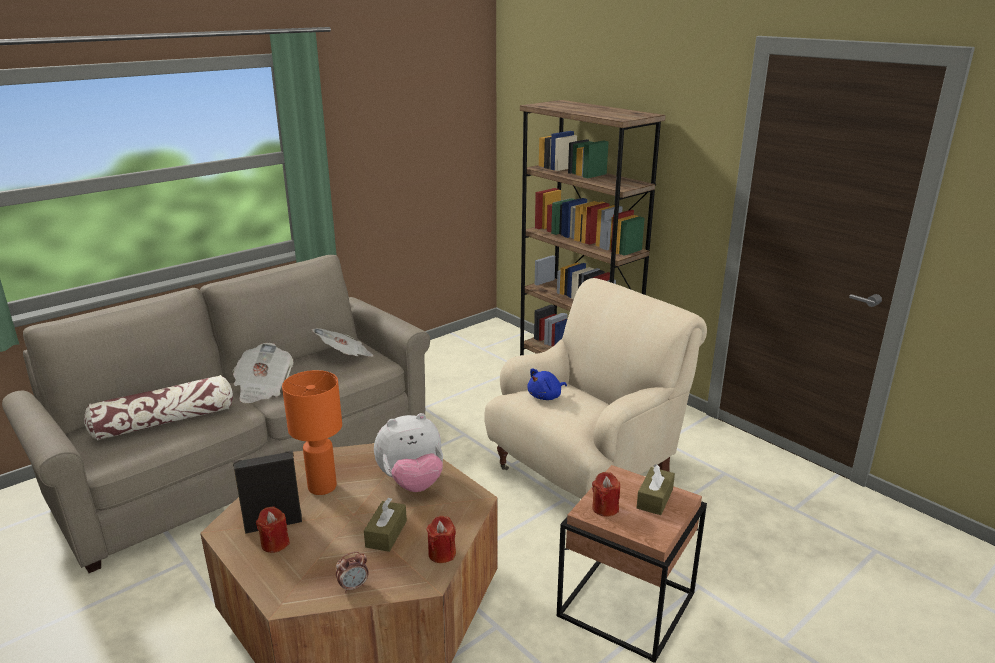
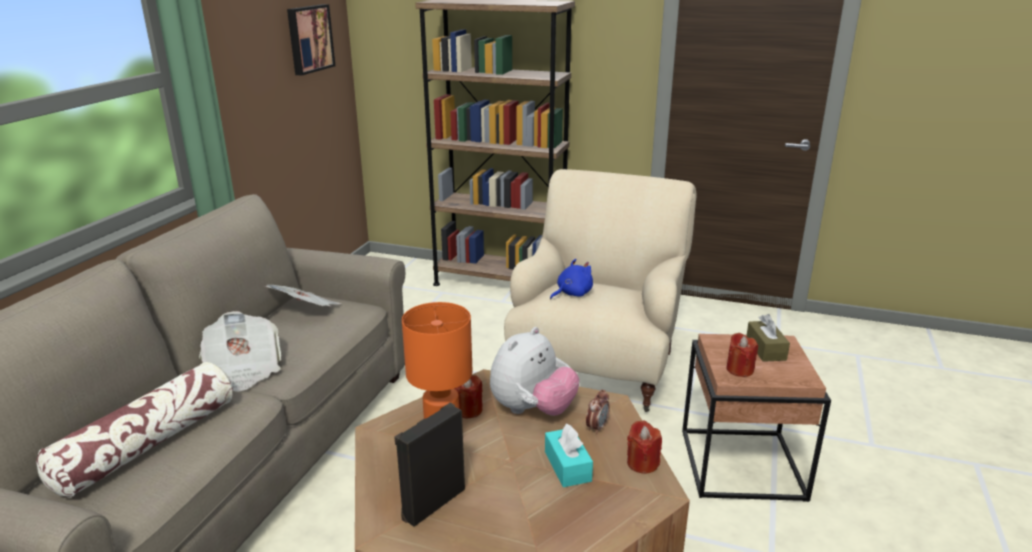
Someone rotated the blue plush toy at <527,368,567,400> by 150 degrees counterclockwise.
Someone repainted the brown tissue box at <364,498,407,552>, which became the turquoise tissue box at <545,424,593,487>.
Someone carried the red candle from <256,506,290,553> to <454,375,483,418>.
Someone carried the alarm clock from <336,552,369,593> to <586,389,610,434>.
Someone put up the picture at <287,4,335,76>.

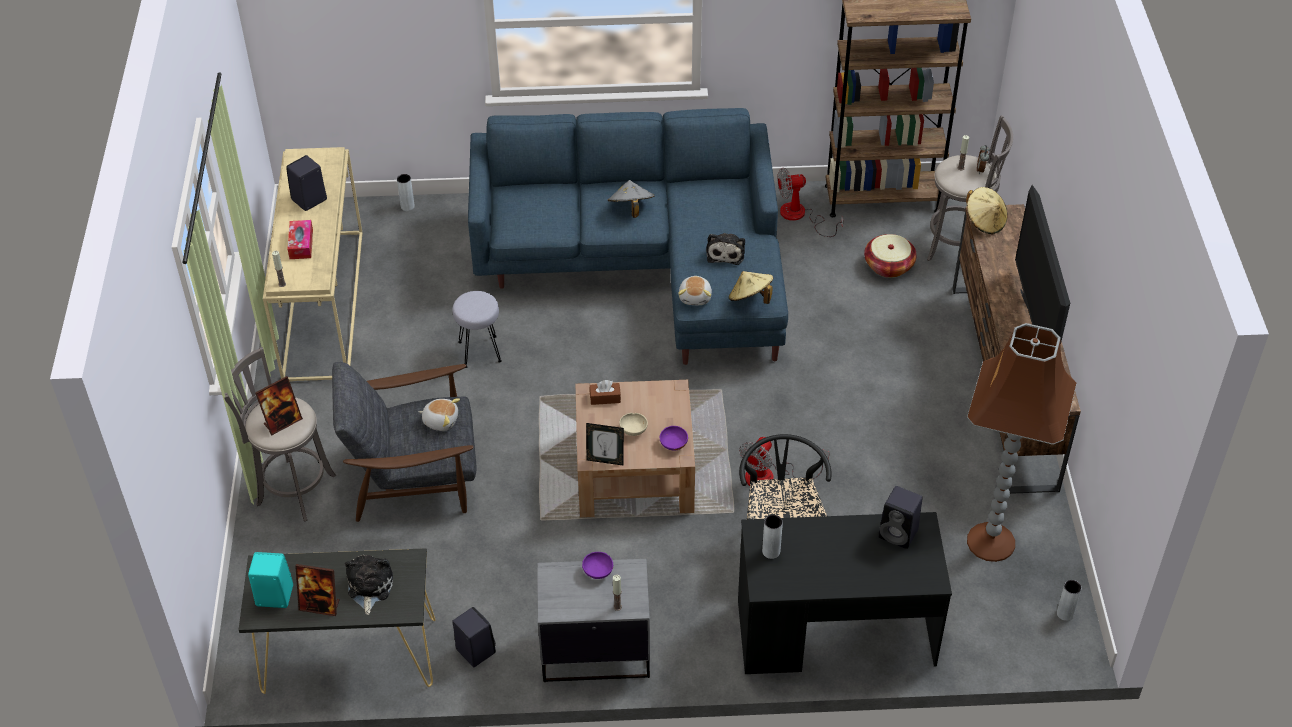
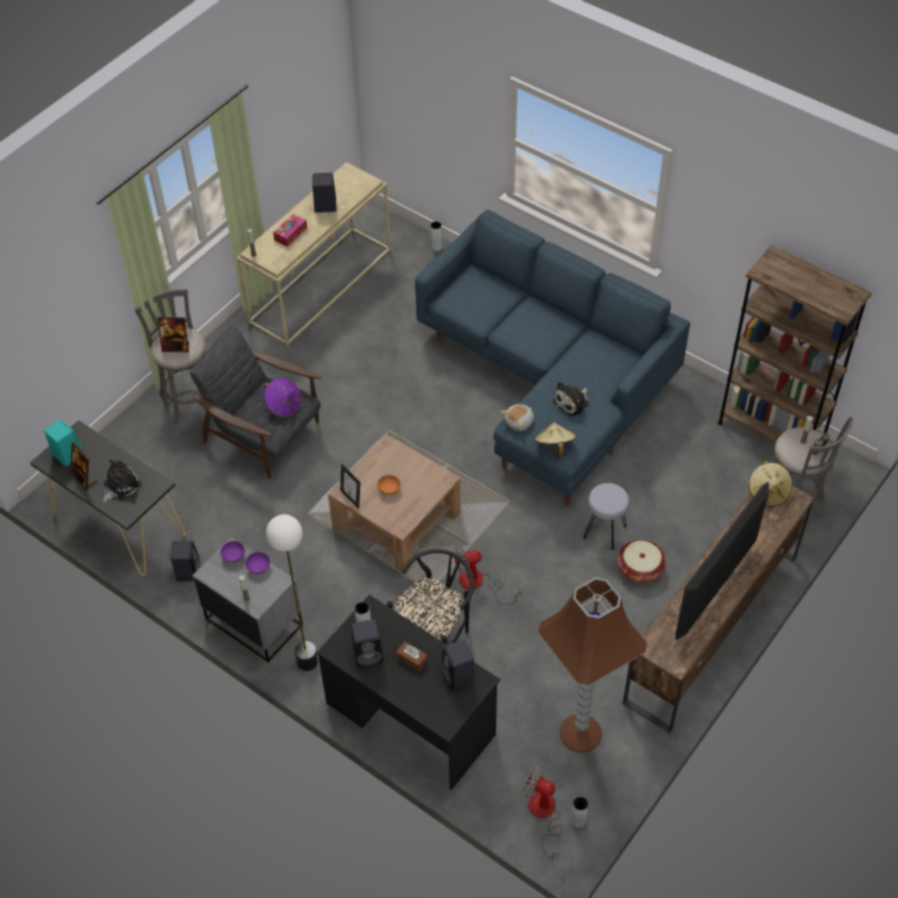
Someone carried the fan from <777,168,843,237> to <524,766,562,859>.
Someone took away the grey hat at <608,180,655,218>.
Someone carried the basket from <864,234,917,278> to <617,540,666,583>.
Someone carried the grey stool from <452,291,502,368> to <583,483,629,550>.
Someone carried the brown tissue box from <590,380,621,405> to <396,642,427,671>.
Someone swapped the plush toy at <419,398,460,431> for the purple hat at <264,378,302,418>.
Someone repainted the beige bowl at <619,413,648,436>, which became the orange bowl at <377,475,401,495>.
Someone carried the purple bowl from <660,426,688,451> to <220,541,245,563>.
Someone put down the floor lamp at <266,514,318,671>.
Someone put down the black speaker at <351,619,383,667>.

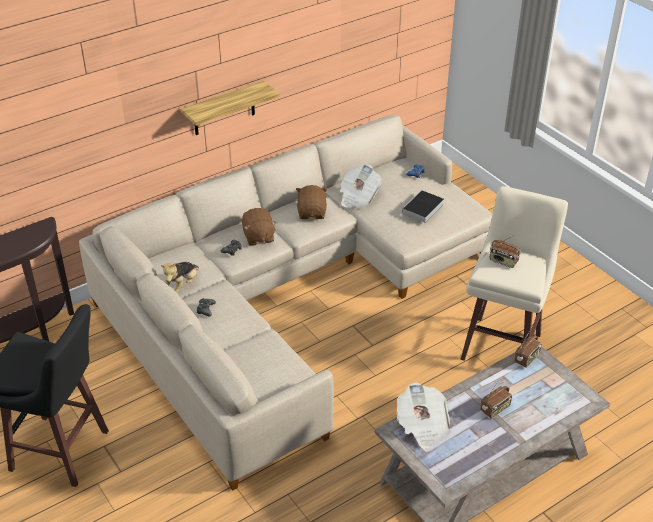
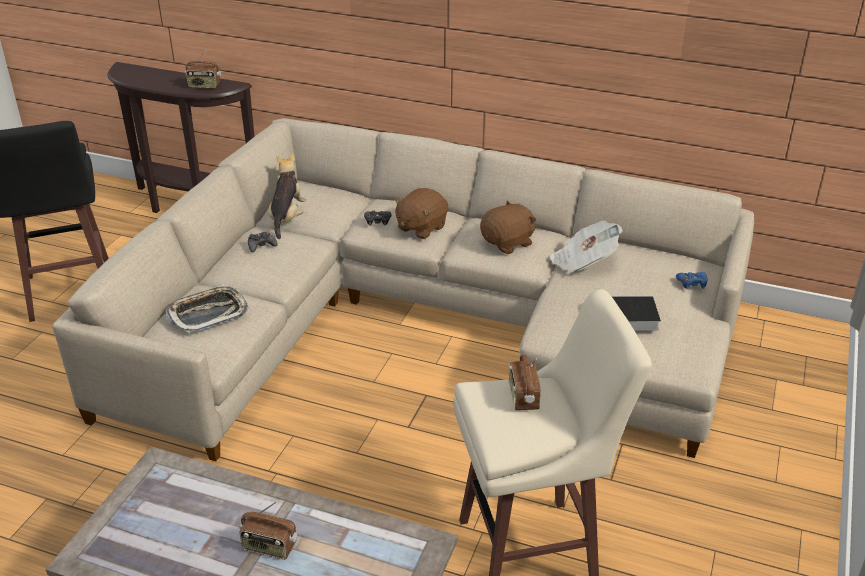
Someone took away the shelf at <181,81,280,135>.
Someone rotated the plush toy at <161,262,199,293> by 105 degrees clockwise.
Someone carried the radio from <514,330,542,368> to <185,50,221,88>.
Someone took away the newspaper at <397,382,450,449>.
Someone put down the tray at <166,285,249,333>.

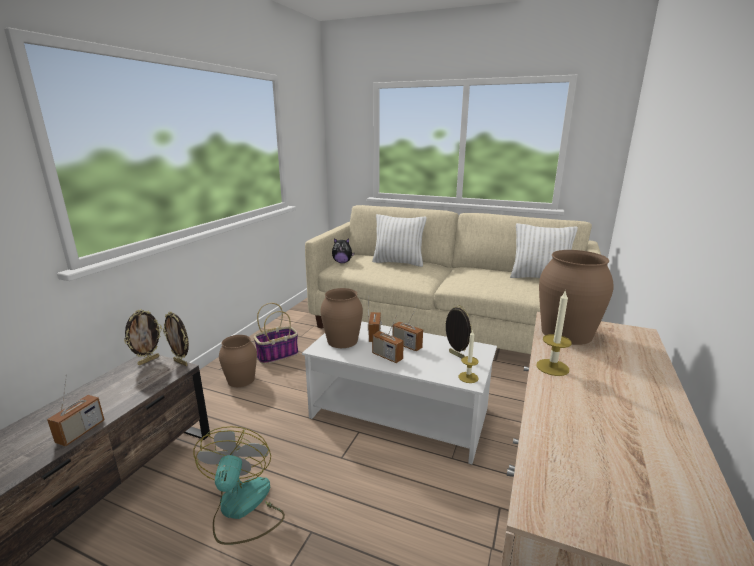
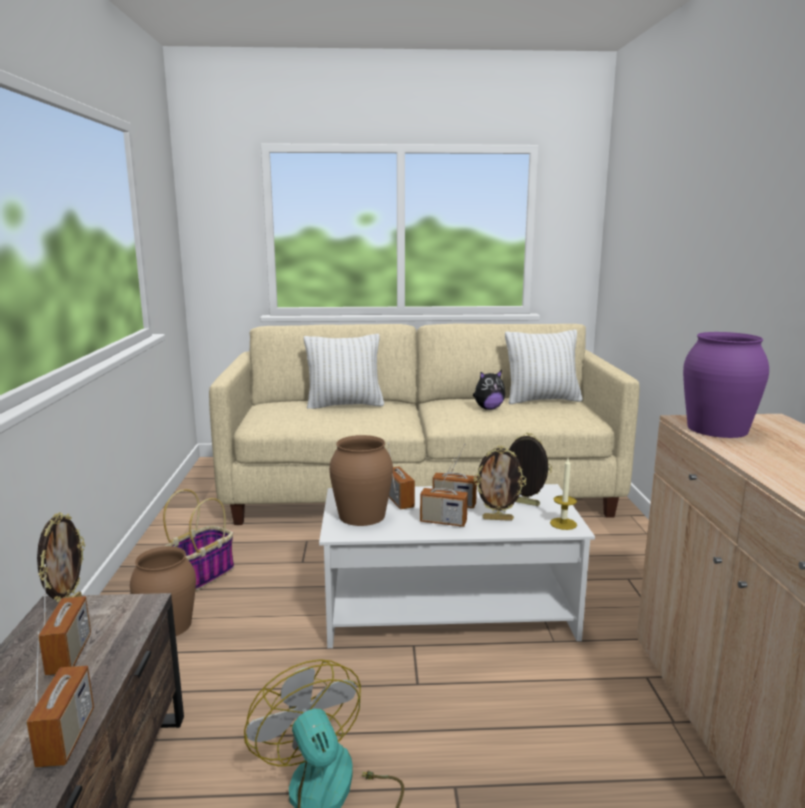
Someone carried the plush toy from <332,238,354,263> to <473,370,505,410>.
Someone repainted the brown vase at <539,250,614,345>, which became the purple vase at <683,332,769,438>.
Someone took away the candle at <536,290,572,376>.
Someone carried the picture frame from <163,312,189,366> to <474,446,526,521>.
Someone put down the radio at <38,564,91,675>.

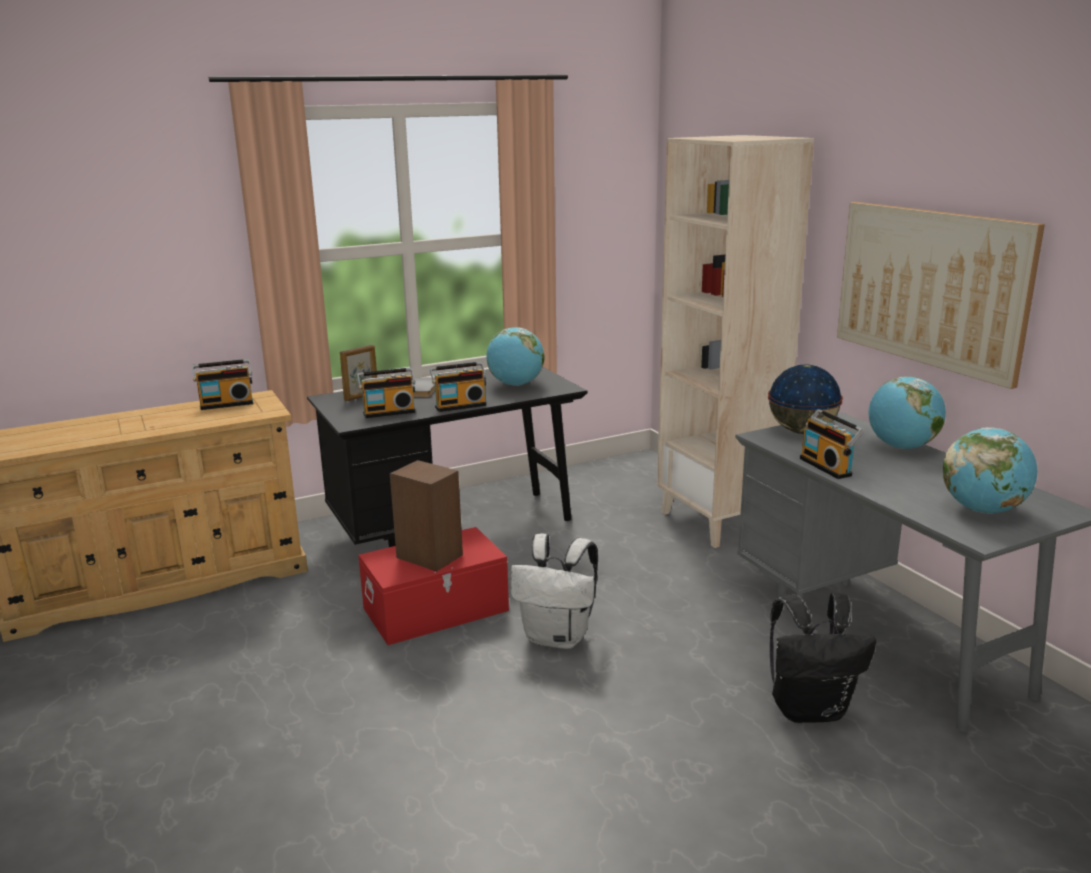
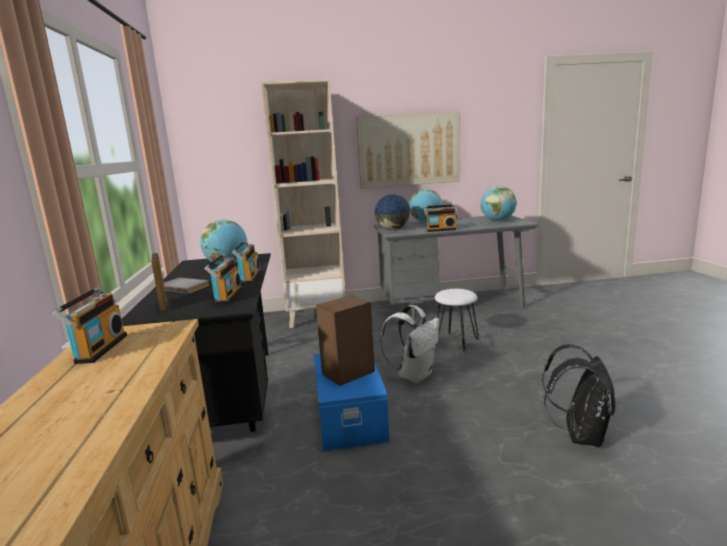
Someone repainted the red storage box at <358,527,509,645>, which became the blue storage box at <314,354,390,451>.
Someone carried the black backpack from <770,593,876,723> to <542,344,615,447>.
Someone put down the white stool at <435,289,479,351>.

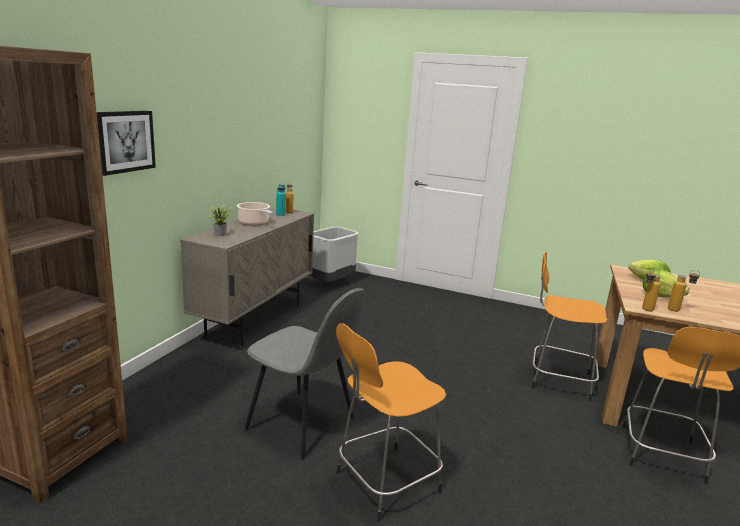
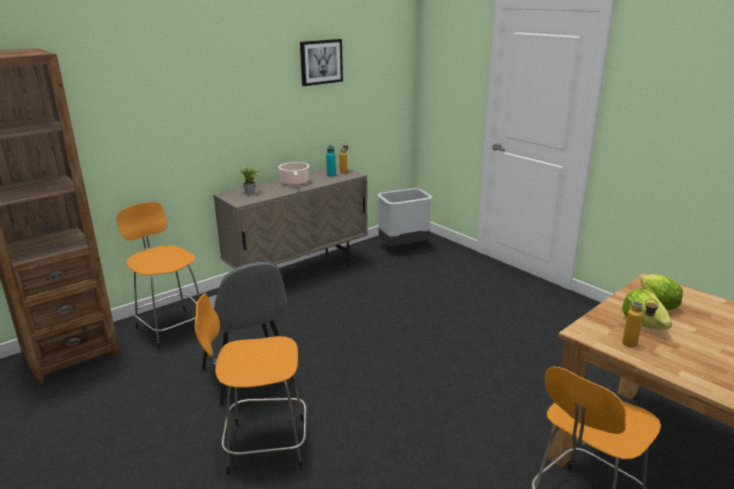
Someone carried the picture from <96,111,156,176> to <300,39,343,86>.
Someone carried the orange stool from <531,252,607,402> to <116,202,200,350>.
Someone took away the bottle at <642,269,661,311>.

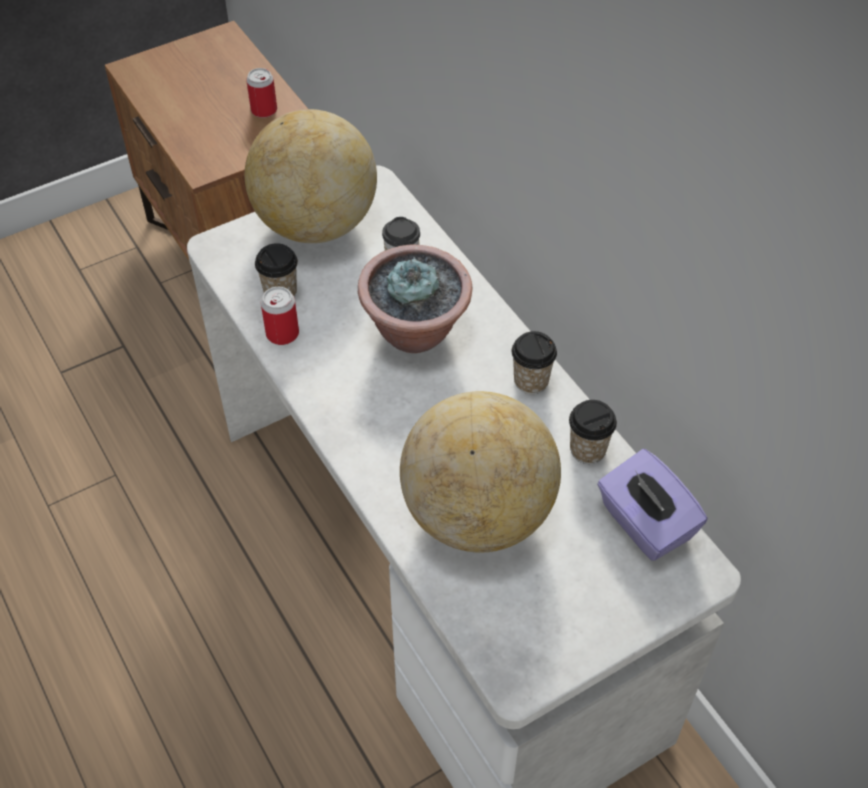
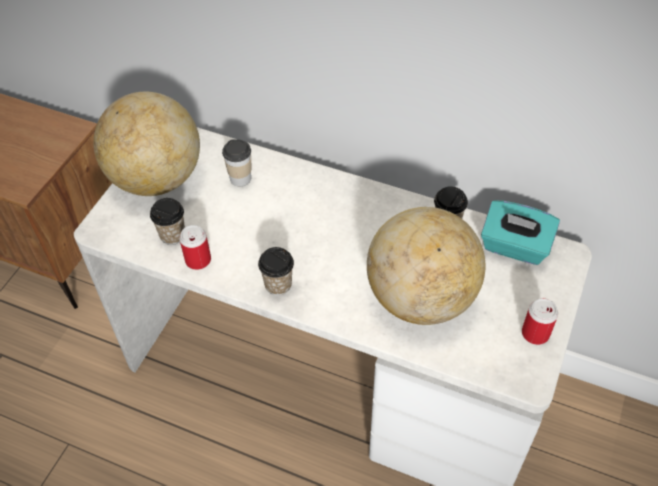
Someone carried the can from <246,68,277,118> to <522,298,558,345>.
Someone took away the potted plant at <358,244,472,353>.
Someone carried the cup from <512,331,557,394> to <258,247,294,295>.
Someone repainted the purple tissue box at <597,449,708,561>, which became the turquoise tissue box at <481,200,560,265>.

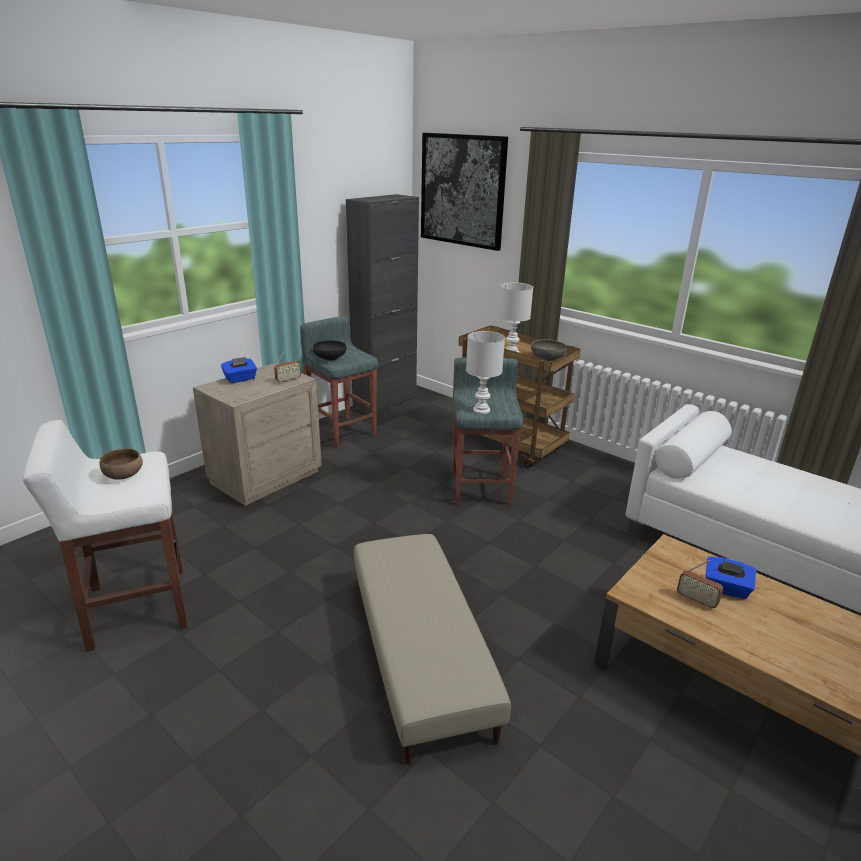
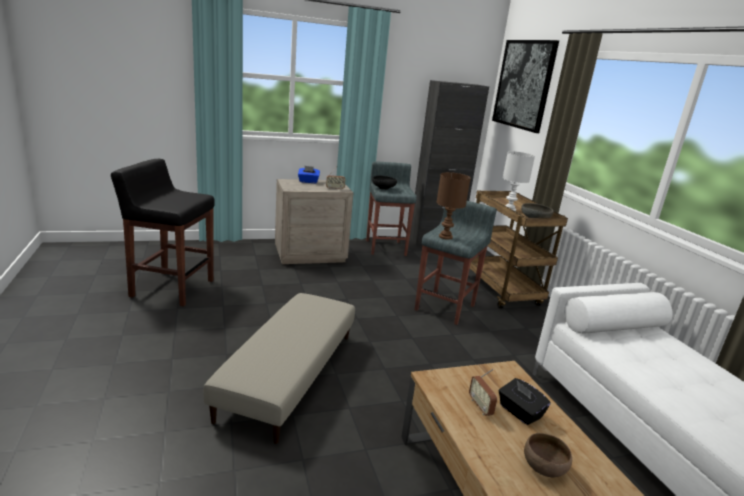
Someone repainted the white table lamp at <466,331,505,414>, which became the brown table lamp at <436,172,471,240>.
Someone repainted the white stool at <23,420,188,652>, which became the black stool at <111,159,215,306>.
Someone carried the brown bowl from <99,449,143,480> to <524,433,572,477>.
Someone repainted the blue tissue box at <705,557,756,599>, which became the black tissue box at <499,378,550,425>.

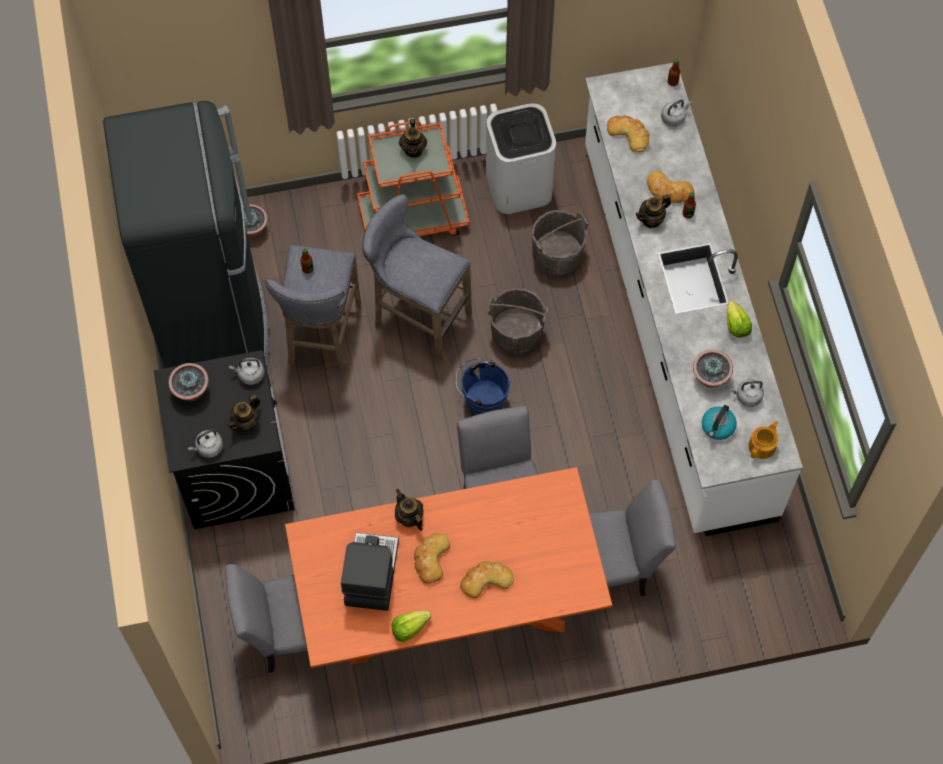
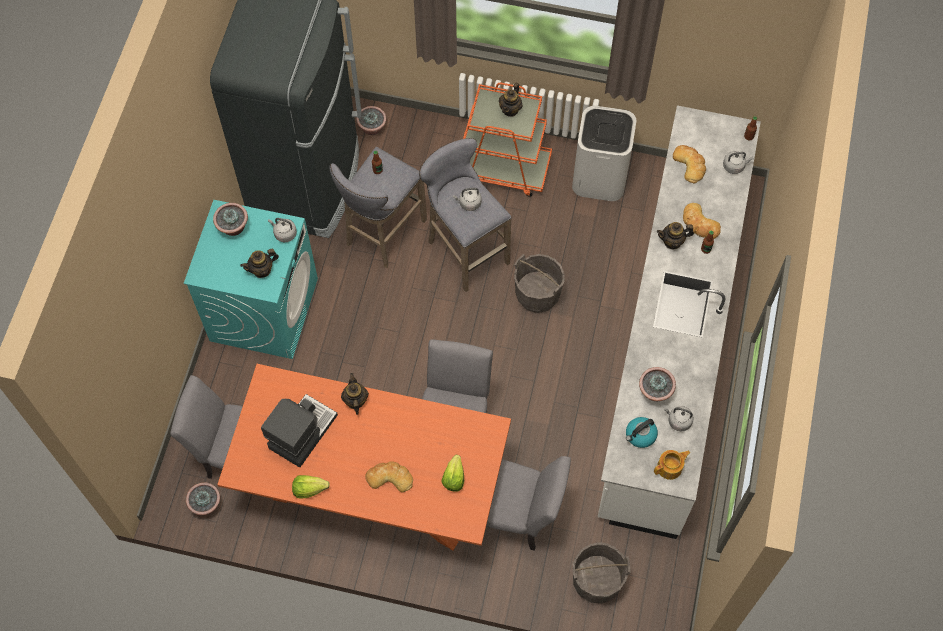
Someone carried the grey bucket from <531,210,588,276> to <573,542,631,604>.
Someone carried the lettuce from <727,300,752,338> to <442,455,464,492>.
Someone repainted the black washing machine at <153,350,295,529>, which became the turquoise washing machine at <184,200,318,359>.
Someone took away the blue bucket at <456,358,510,415>.
Someone carried the grey kettle from <188,429,223,458> to <453,188,482,211>.
Someone took away the bread at <414,533,450,584>.
Someone put down the potted plant at <186,483,220,515>.

